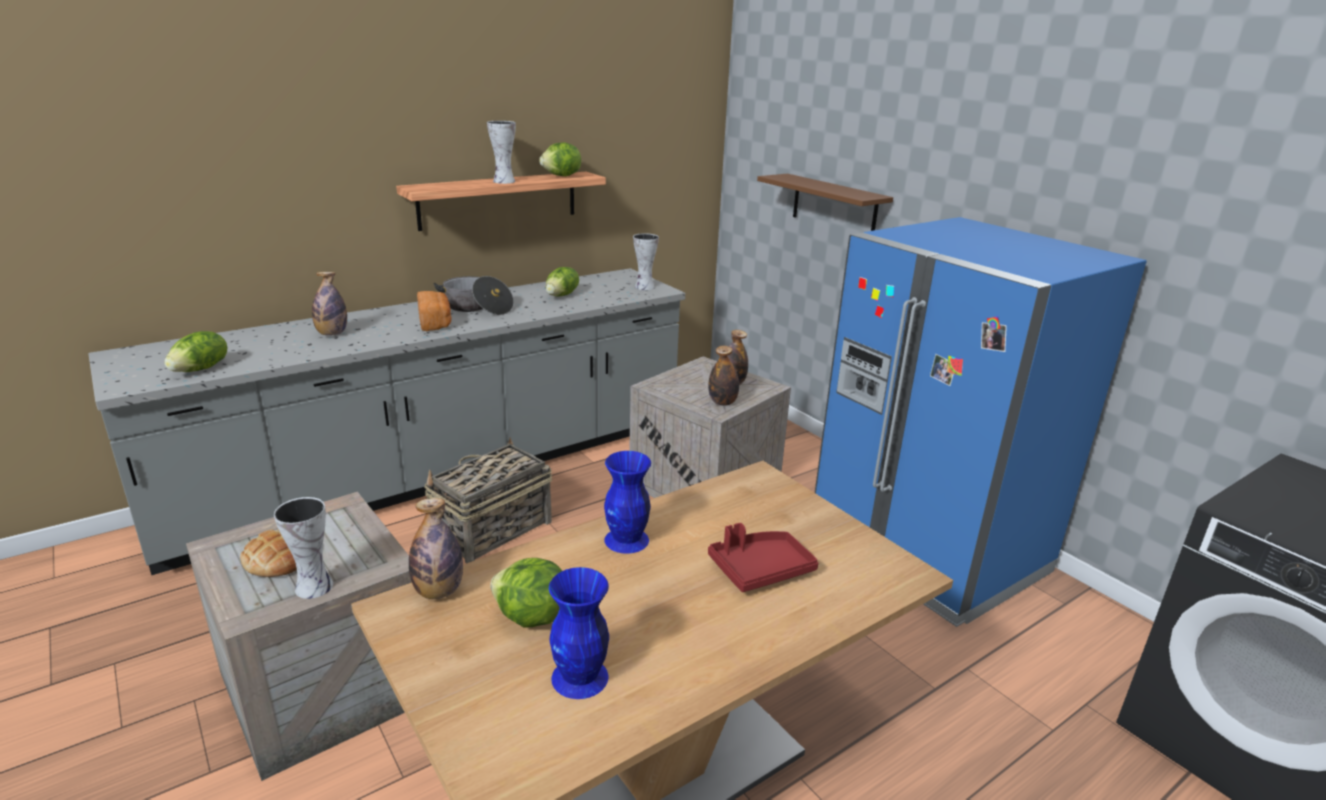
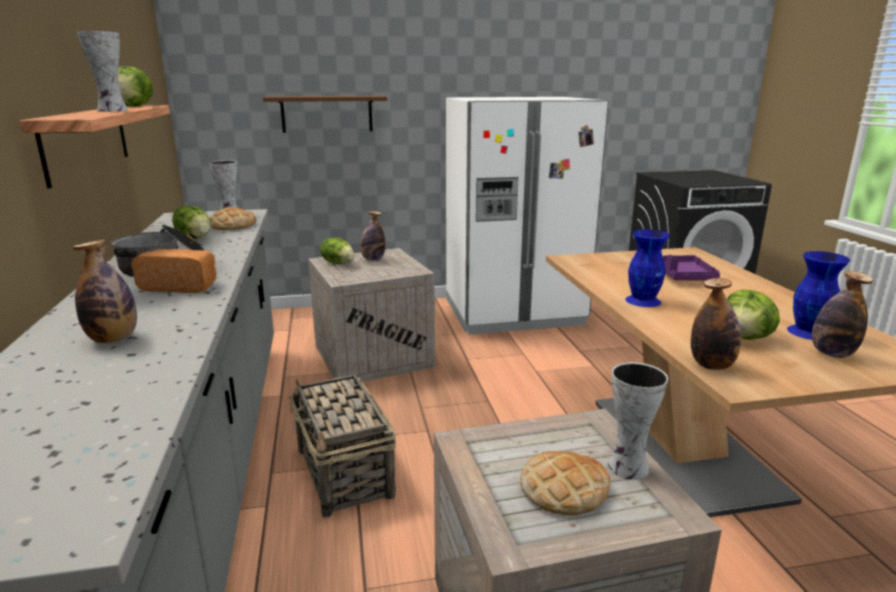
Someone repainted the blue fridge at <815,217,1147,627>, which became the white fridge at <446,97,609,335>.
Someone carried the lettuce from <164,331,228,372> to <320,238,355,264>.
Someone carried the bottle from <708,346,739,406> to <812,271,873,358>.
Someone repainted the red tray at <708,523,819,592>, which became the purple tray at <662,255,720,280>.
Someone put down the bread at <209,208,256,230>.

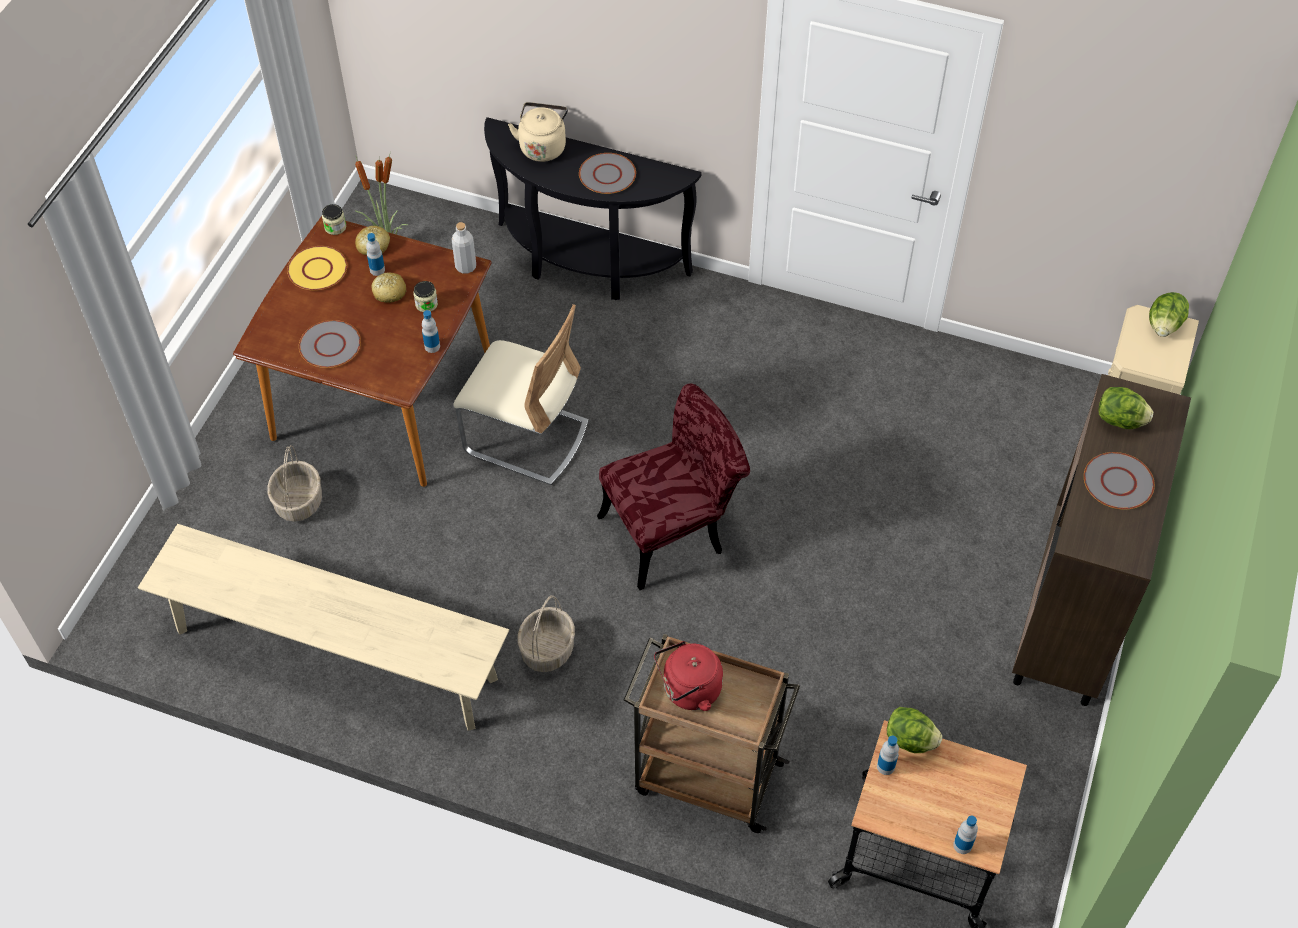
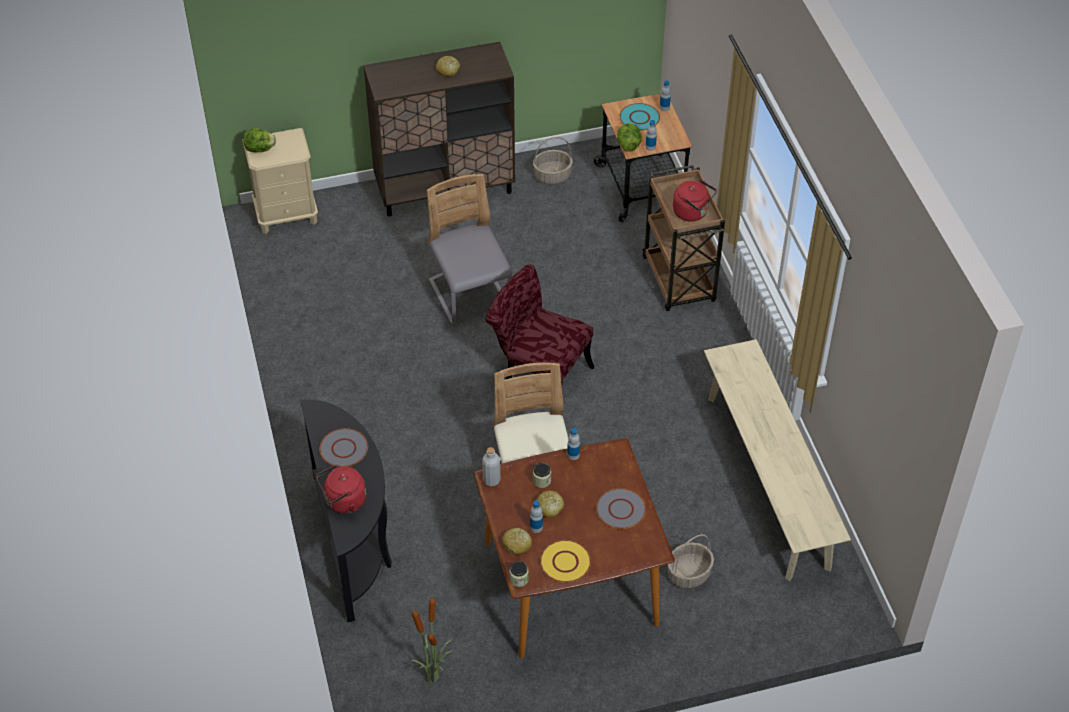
Someone repainted the beige kettle at <508,102,568,162>, which became the red kettle at <316,465,366,514>.
Someone took away the lettuce at <1098,387,1153,429>.
Someone swapped the grey plate at <1084,452,1155,510> for the bread at <436,56,460,77>.
Someone carried the basket from <517,595,575,672> to <533,137,573,184>.
Someone put down the turquoise plate at <620,103,660,131>.
Someone put down the grey chair at <427,174,512,324>.

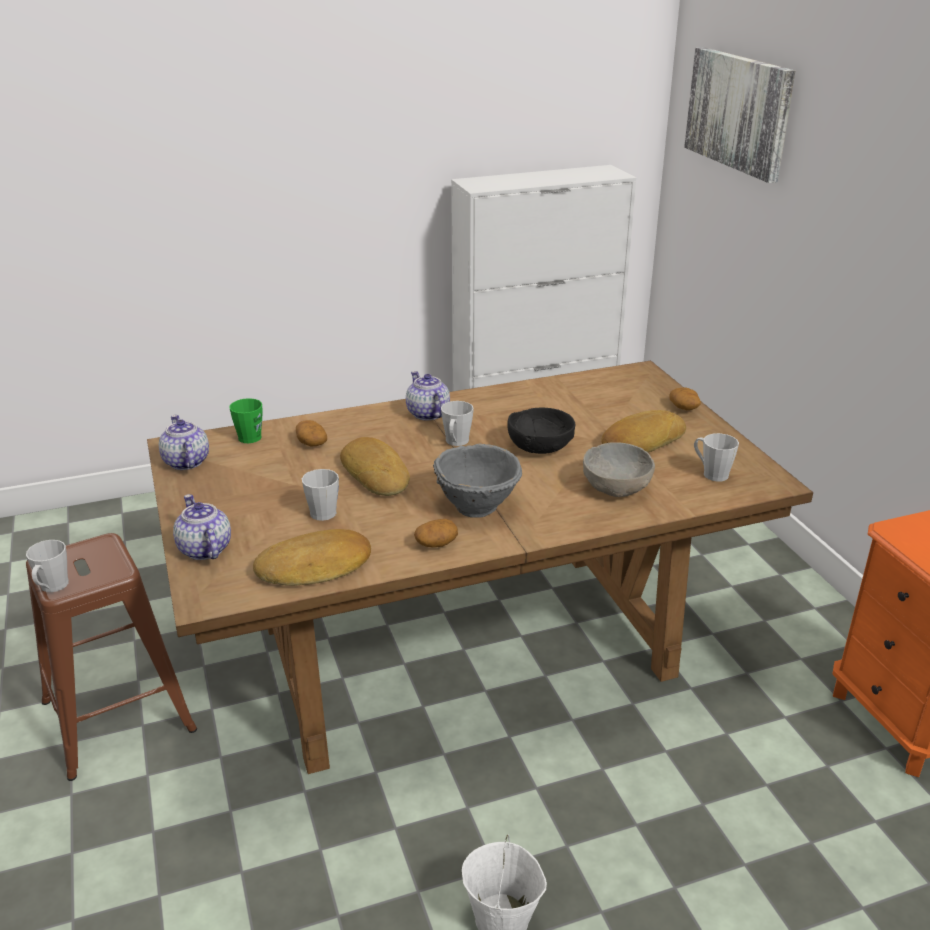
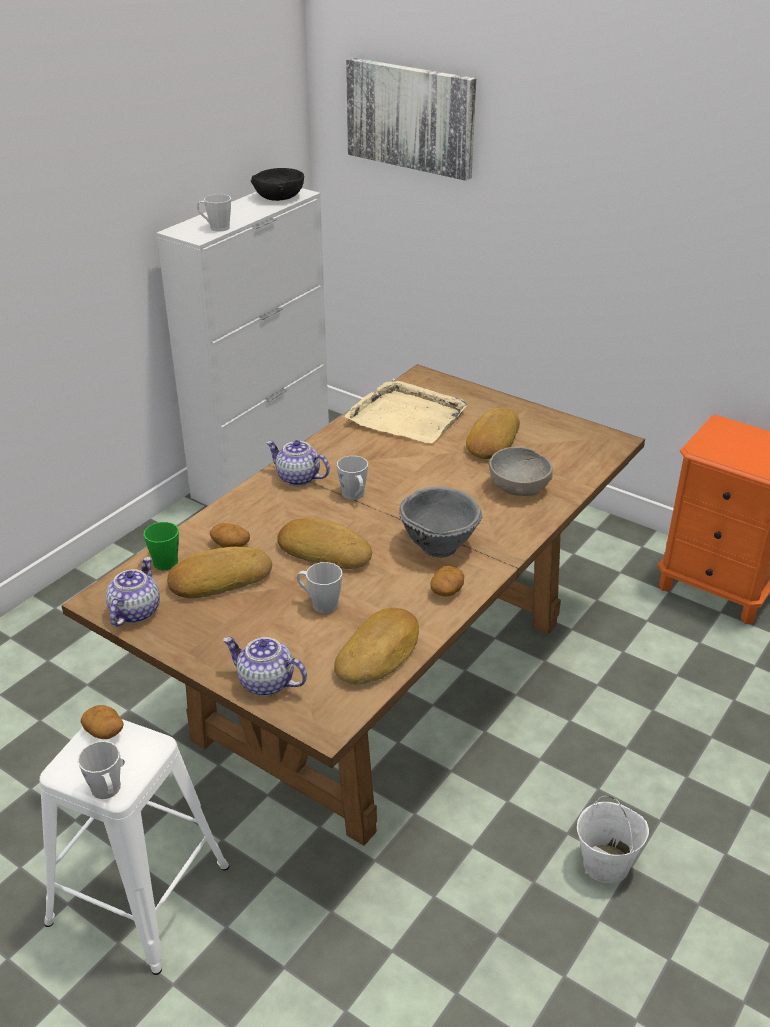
Someone carried the potato from <669,387,701,410> to <81,705,124,739>.
Someone carried the black bowl from <507,408,575,454> to <251,168,304,201>.
Someone rotated the teapot at <159,415,209,470> by 75 degrees clockwise.
Someone carried the grey mug from <694,433,739,482> to <197,194,231,232>.
Someone repainted the brown stool at <26,533,197,781>, which became the white stool at <40,719,229,975>.
Someone put down the beige tray at <345,379,467,443>.
Someone put down the bread at <167,547,272,598>.

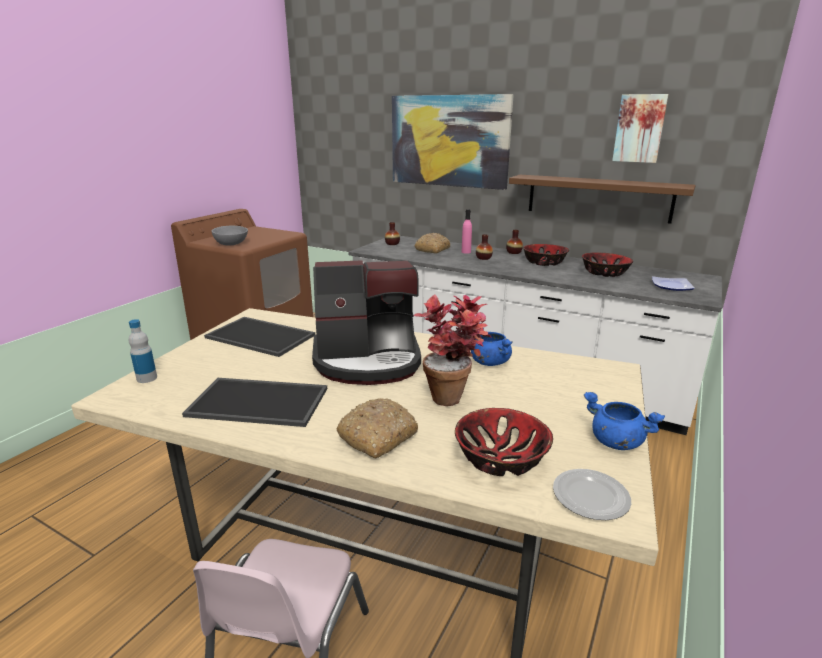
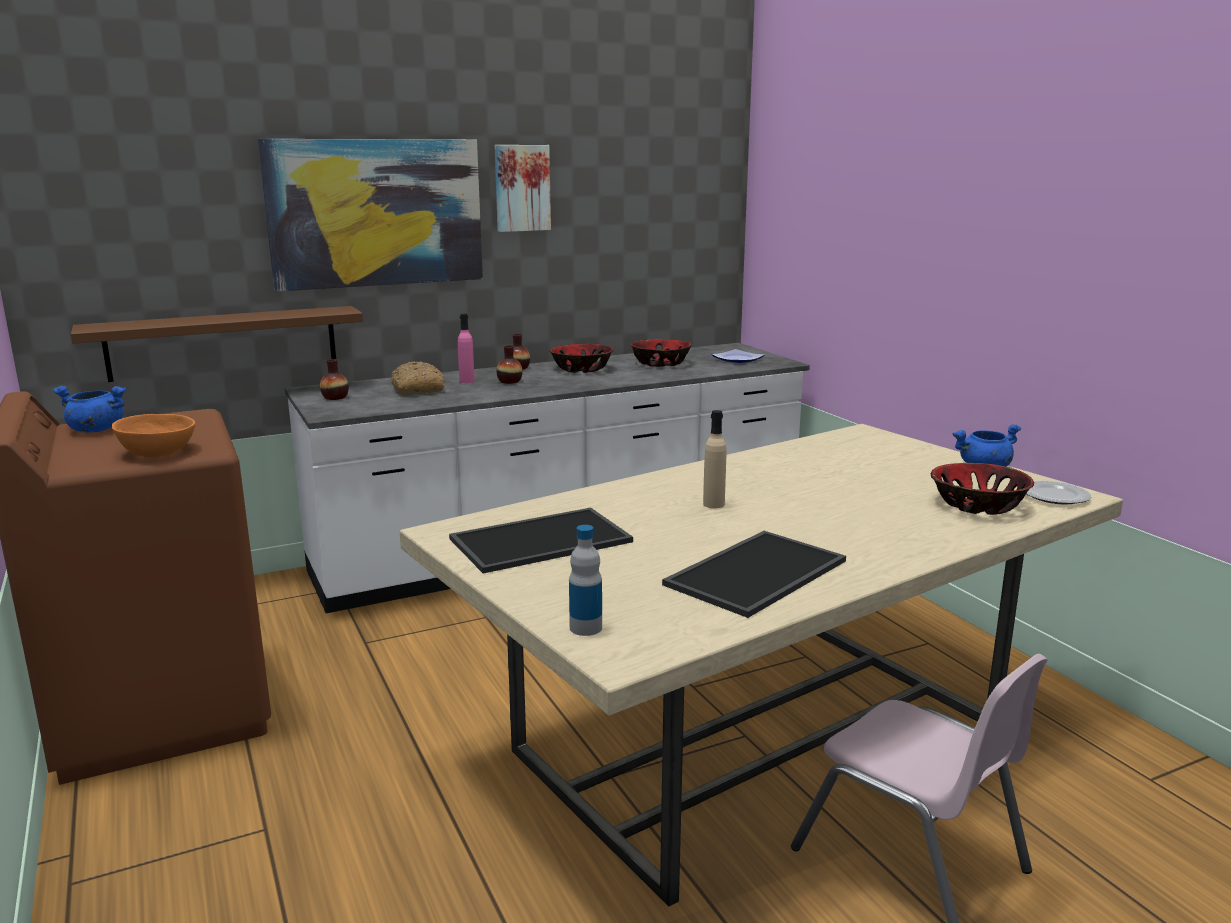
Someone carried the picture from <612,94,669,163> to <495,145,551,232>.
Someone carried the brown shelf from <509,175,696,224> to <71,306,363,382>.
Someone repainted the grey bowl at <212,226,248,246>, which became the orange bowl at <112,414,195,457>.
Someone swapped the coffee machine at <312,260,421,385> for the beige bottle at <703,410,726,508>.
Someone took away the potted plant at <413,294,492,406>.
Someone carried the blue cooking pot from <471,323,513,366> to <53,386,126,433>.
Someone took away the bread at <336,398,418,459>.

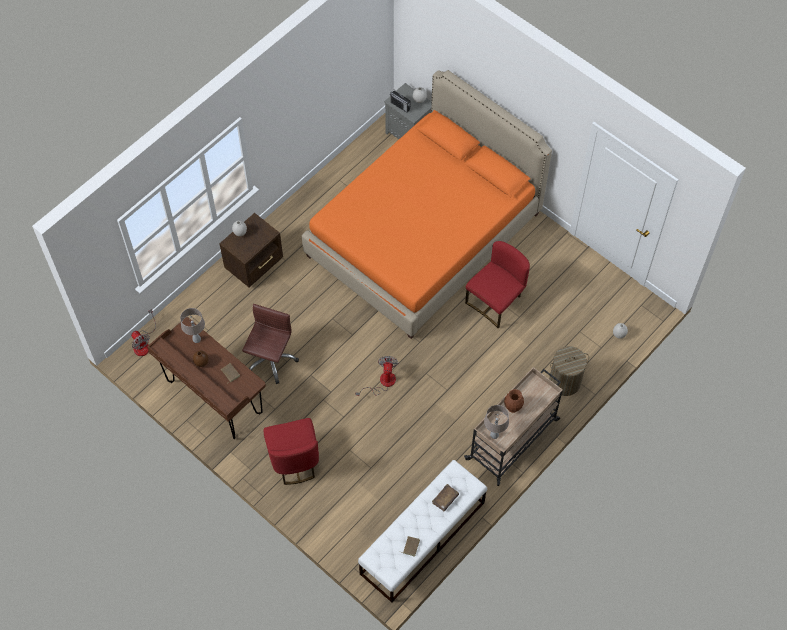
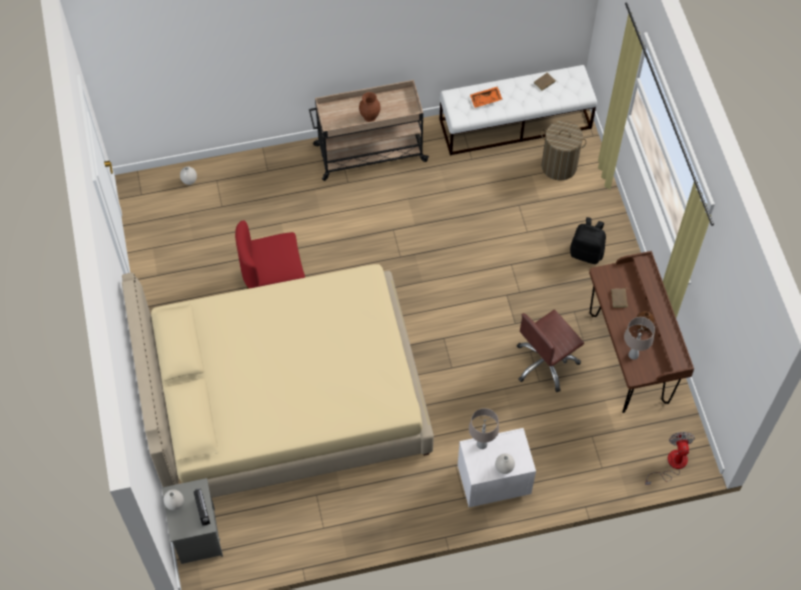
Someone repainted the orange bed at <302,70,552,339>, which became the beige bed at <122,264,434,498>.
Someone repainted the brown nightstand at <219,213,283,287>, which became the white nightstand at <458,428,536,507>.
Someone carried the laundry basket from <549,346,589,396> to <541,121,587,181>.
Someone took away the fan at <355,356,398,396>.
Someone carried the beige table lamp from <484,405,509,439> to <469,408,499,449>.
Someone swapped the red chair at <263,418,319,485> for the black backpack at <570,217,606,264>.
Someone swapped the brown book at <432,484,459,511> for the orange tray at <470,86,503,108>.

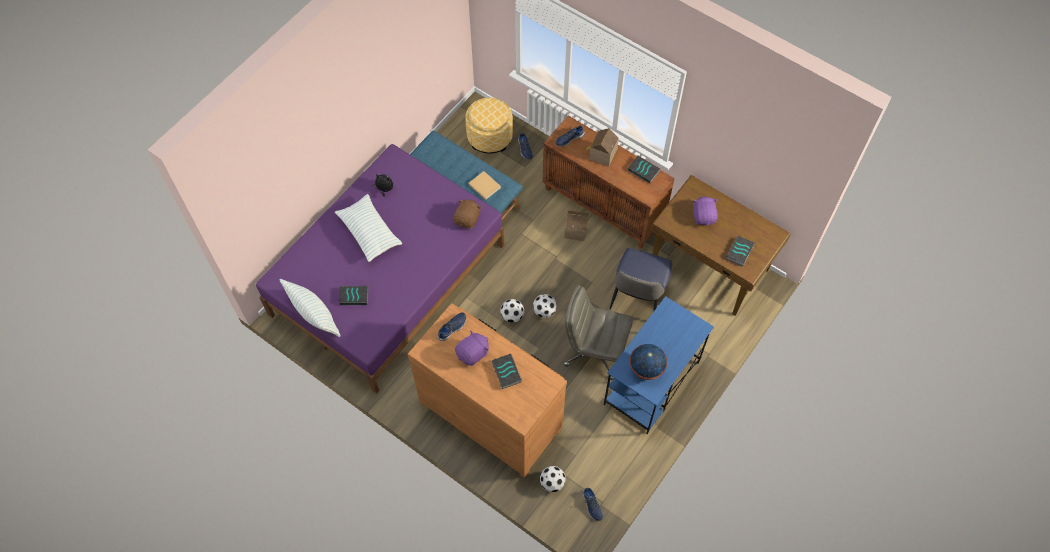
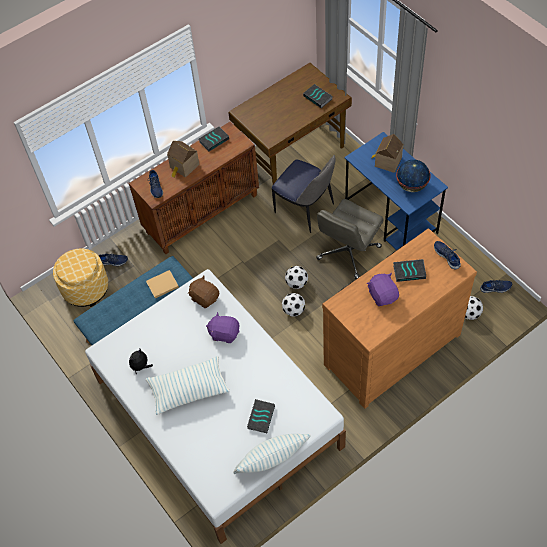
Someone repainted the purple bed at <256,144,504,394>, which became the white bed at <85,269,346,544>.
Someone carried the purple plush toy from <693,196,718,225> to <206,312,240,343>.
Someone carried the toy house from <564,210,588,241> to <371,134,403,173>.
Someone carried the blue shoe from <437,312,466,341> to <434,241,461,270>.

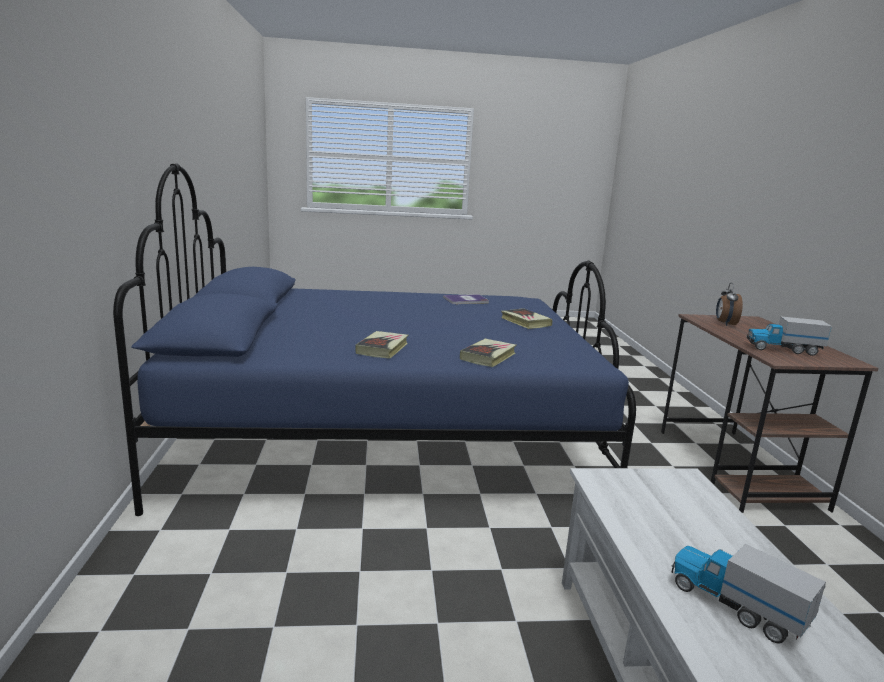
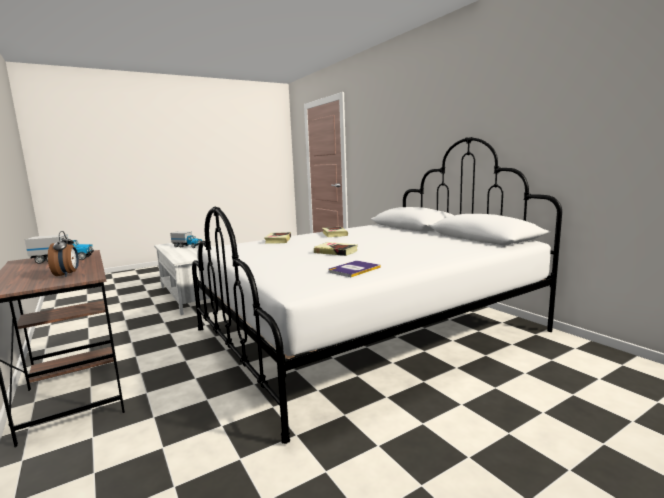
Someone repainted the blue bed at <113,164,636,516>, which became the white bed at <192,137,562,444>.
Someone carried the book from <501,308,552,329> to <314,242,358,256>.

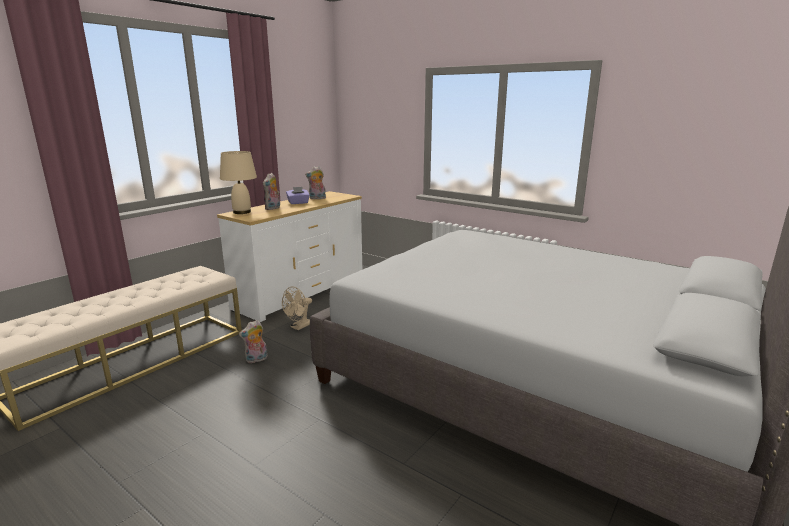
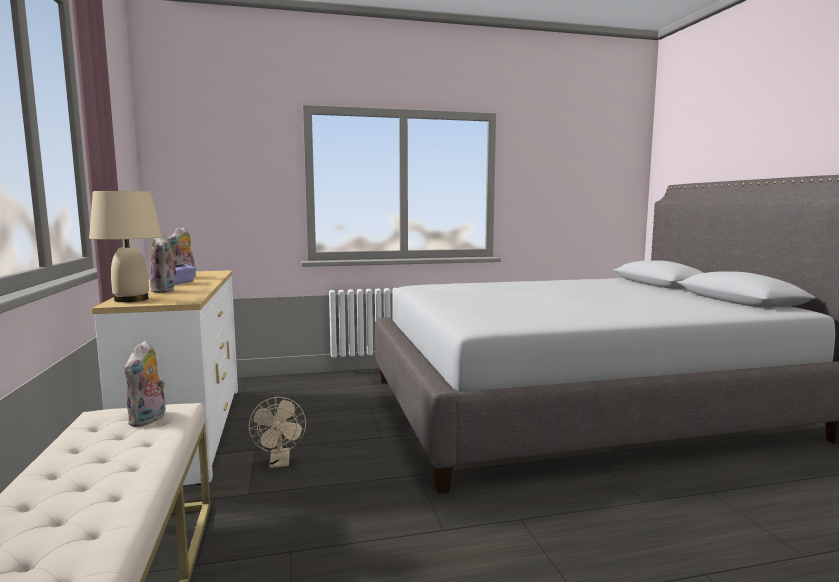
Someone carried the plush toy from <239,320,267,363> to <124,340,166,427>.

